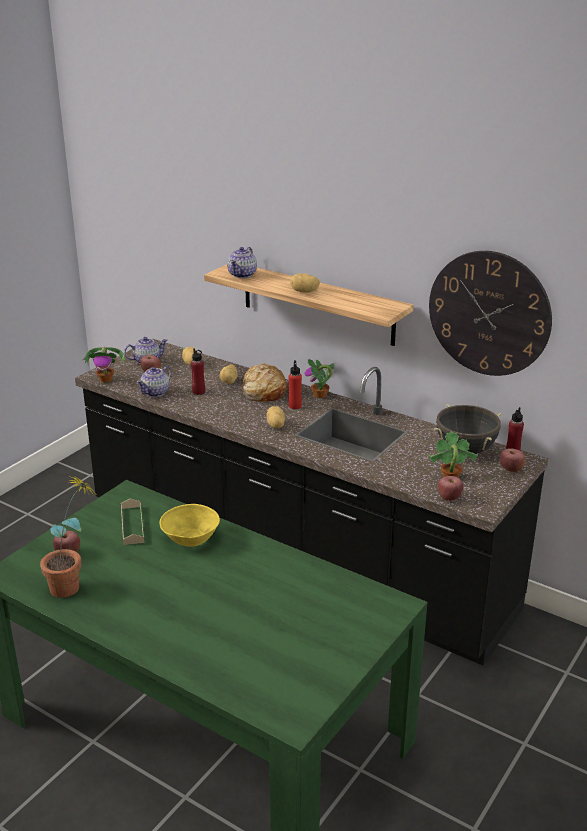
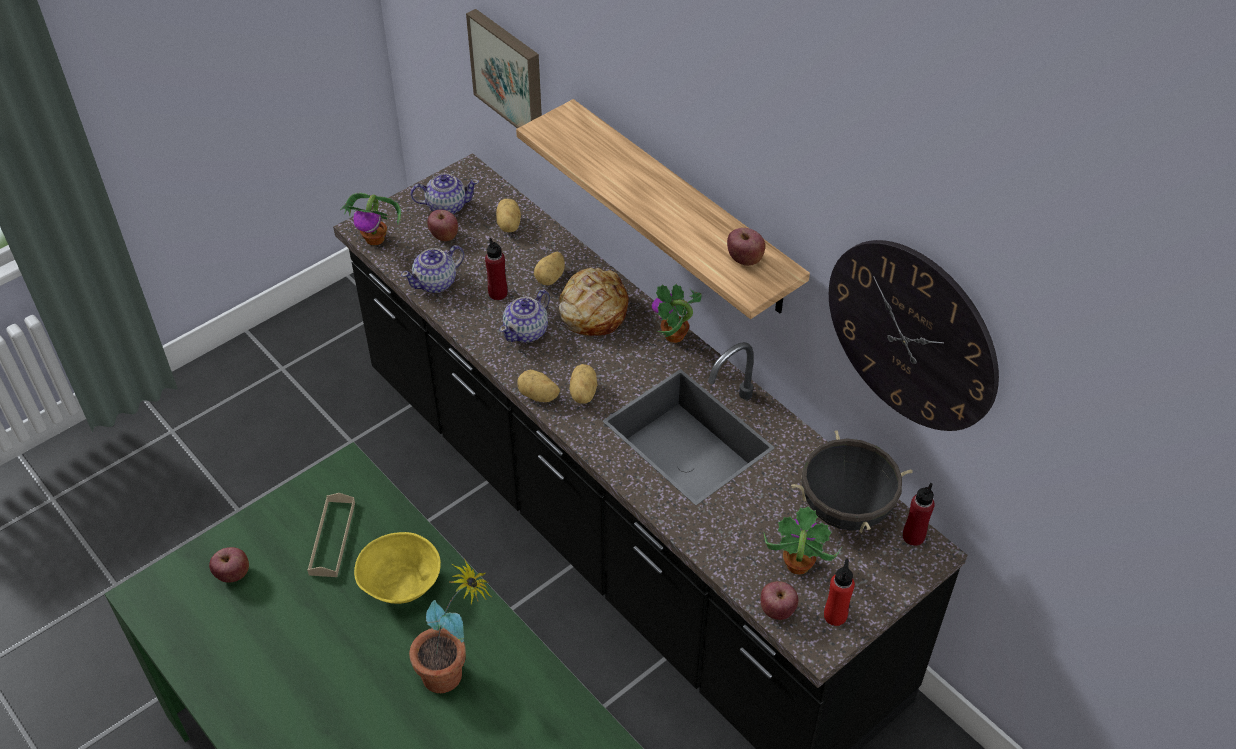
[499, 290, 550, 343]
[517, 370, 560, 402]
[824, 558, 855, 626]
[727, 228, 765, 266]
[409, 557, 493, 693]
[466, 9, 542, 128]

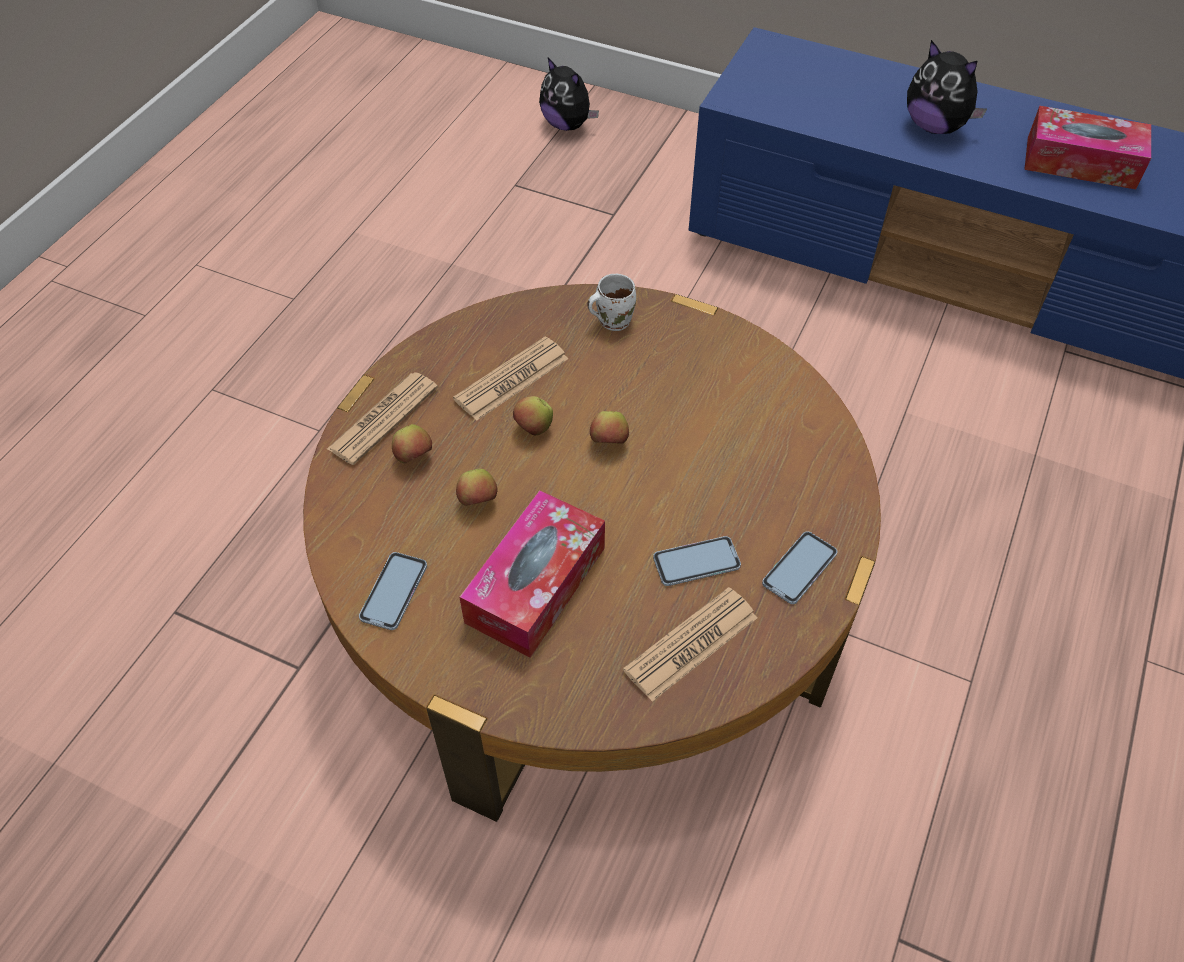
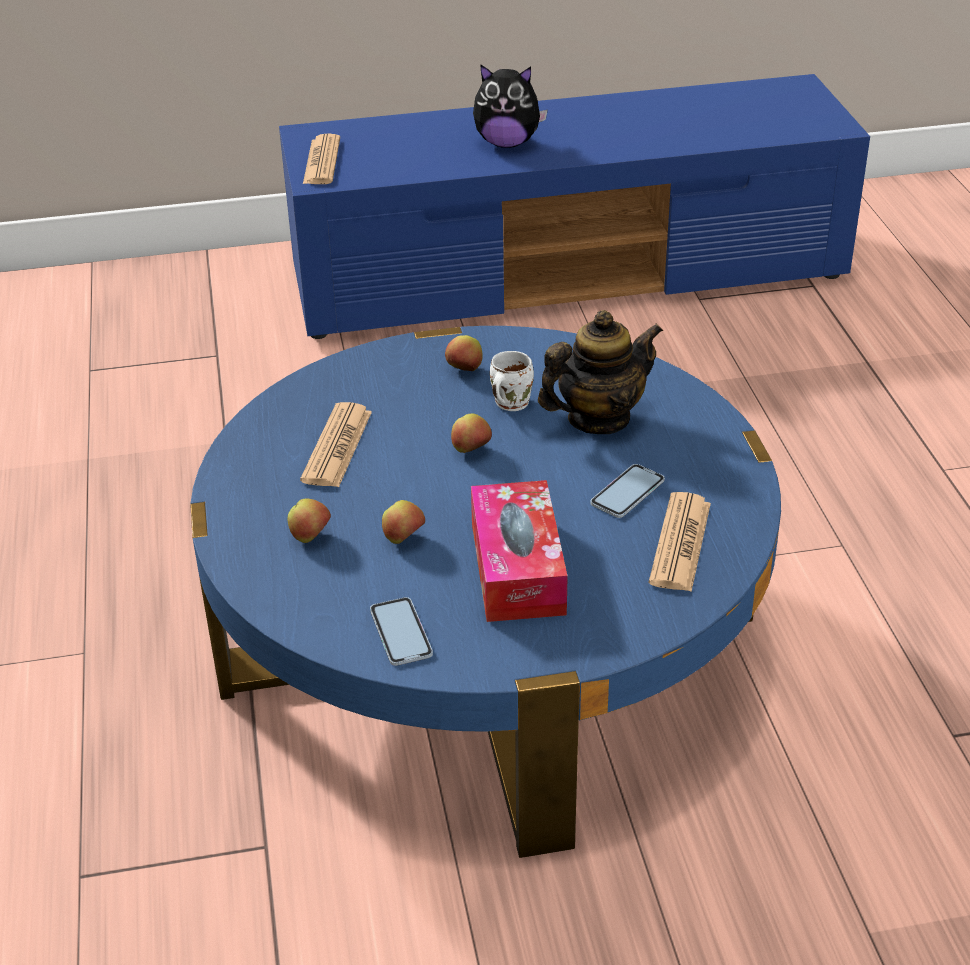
[539, 58, 599, 131] (first image)
[1024, 106, 1151, 189] (first image)
[490, 351, 534, 411]
[190, 326, 781, 858]
[303, 133, 340, 184]
[445, 335, 483, 371]
[762, 531, 837, 604] (first image)
[538, 310, 663, 434]

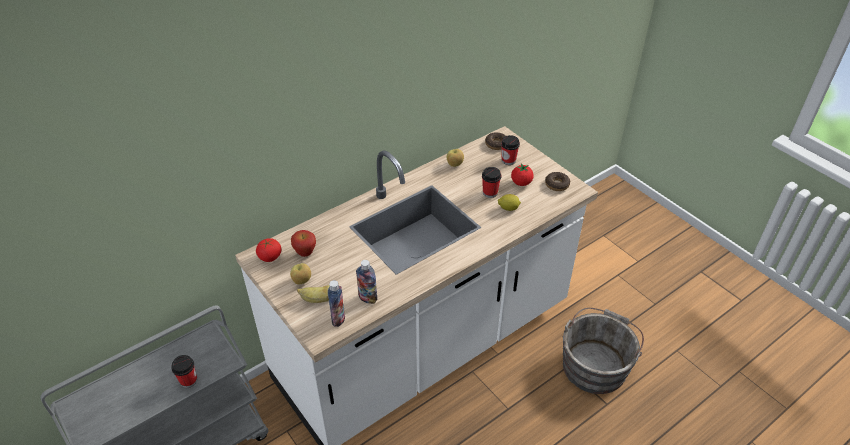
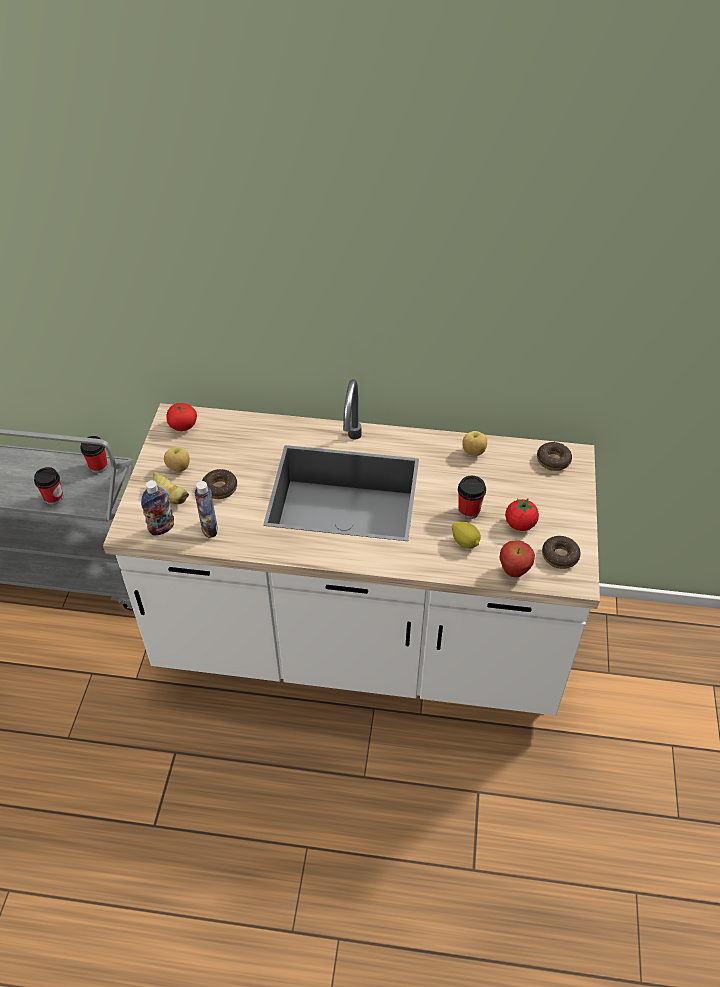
[80, 436, 108, 473]
[500, 540, 535, 577]
[563, 308, 644, 394] (first image)
[202, 469, 237, 499]

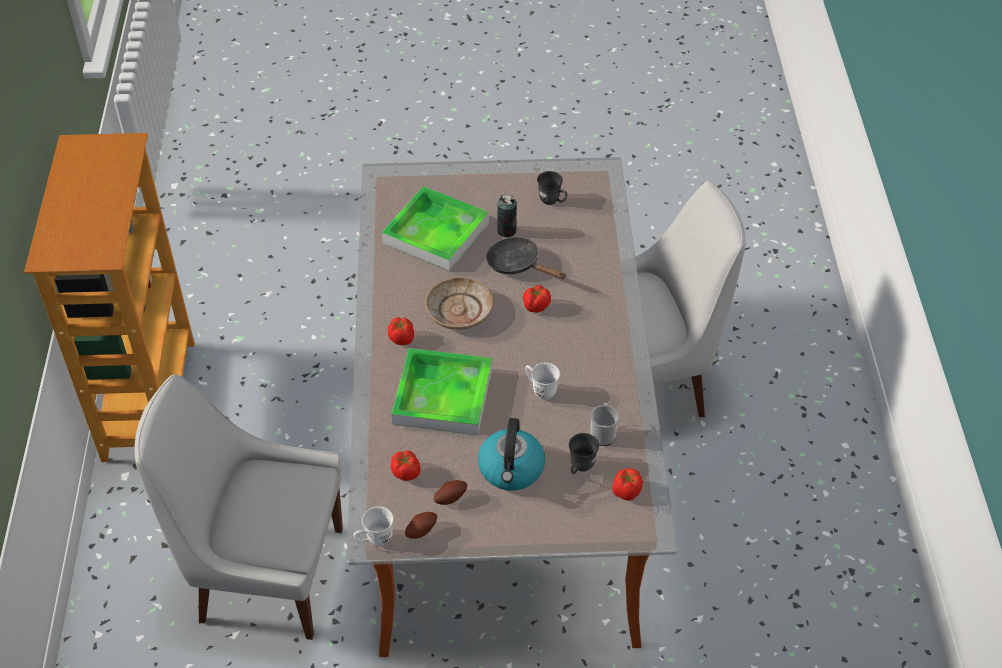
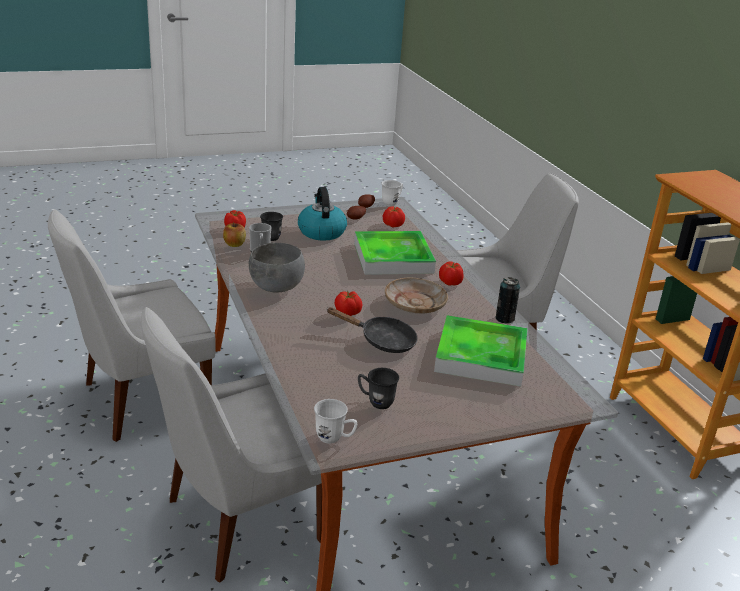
[496, 277, 520, 323]
[314, 399, 358, 444]
[48, 209, 216, 442]
[223, 222, 246, 247]
[249, 243, 305, 293]

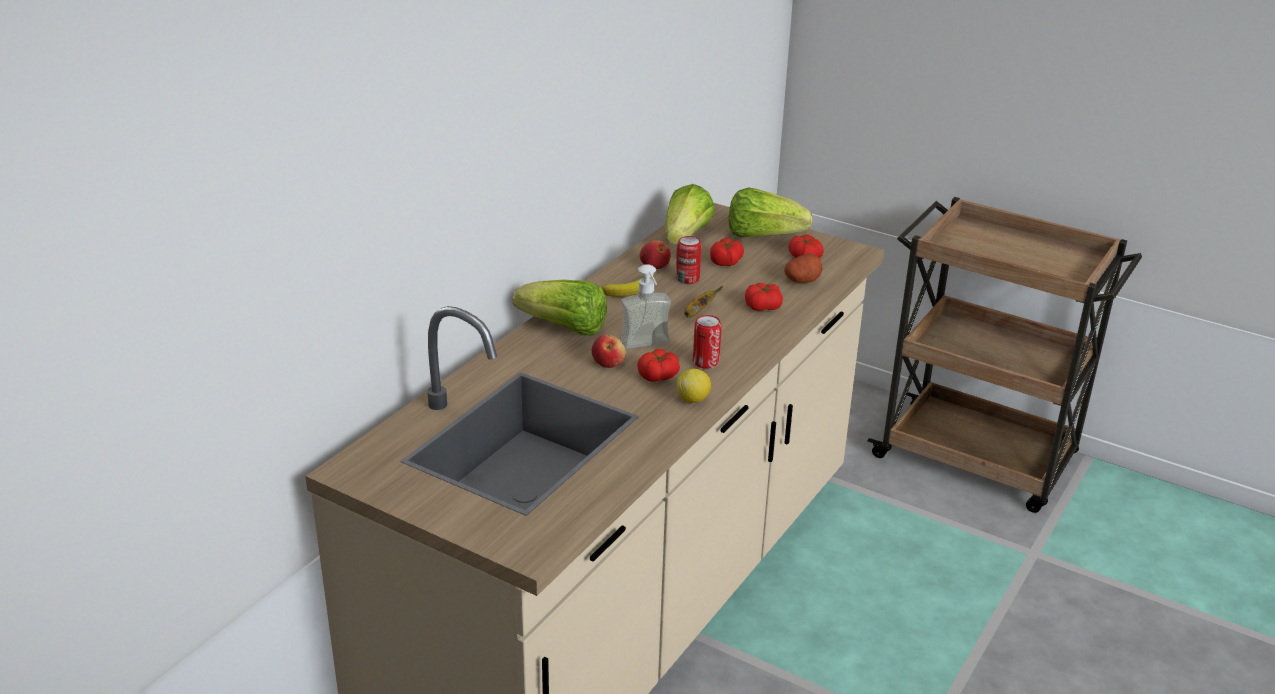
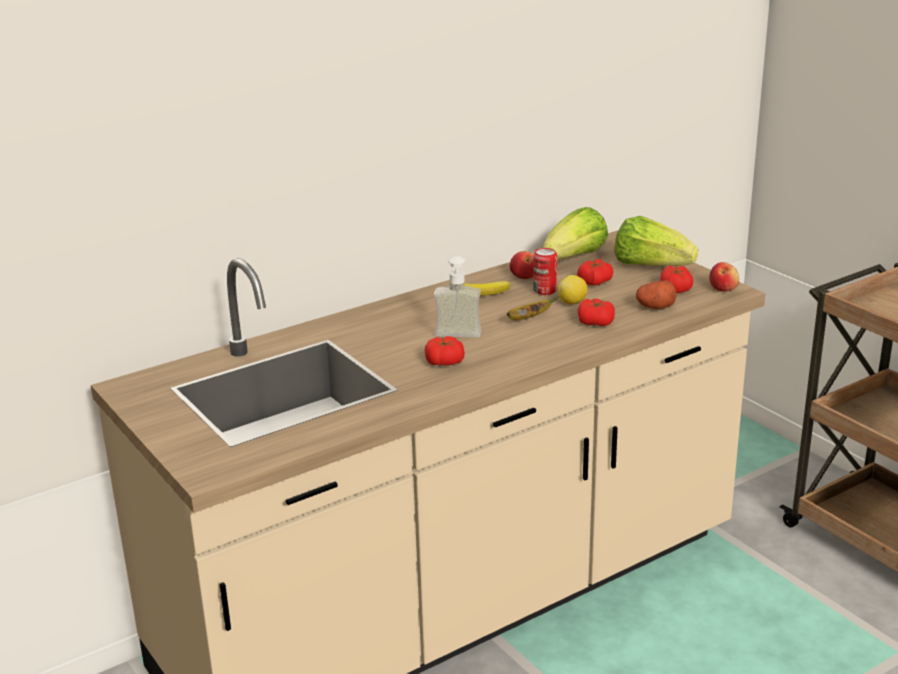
[513, 280, 607, 336] (first image)
[693, 315, 722, 369] (first image)
[709, 262, 739, 292]
[558, 275, 588, 305]

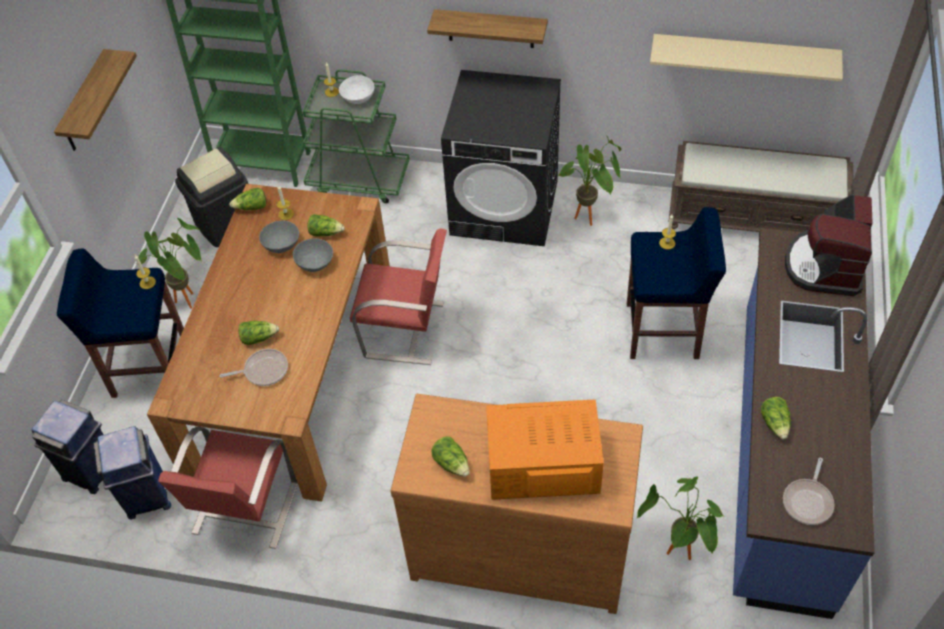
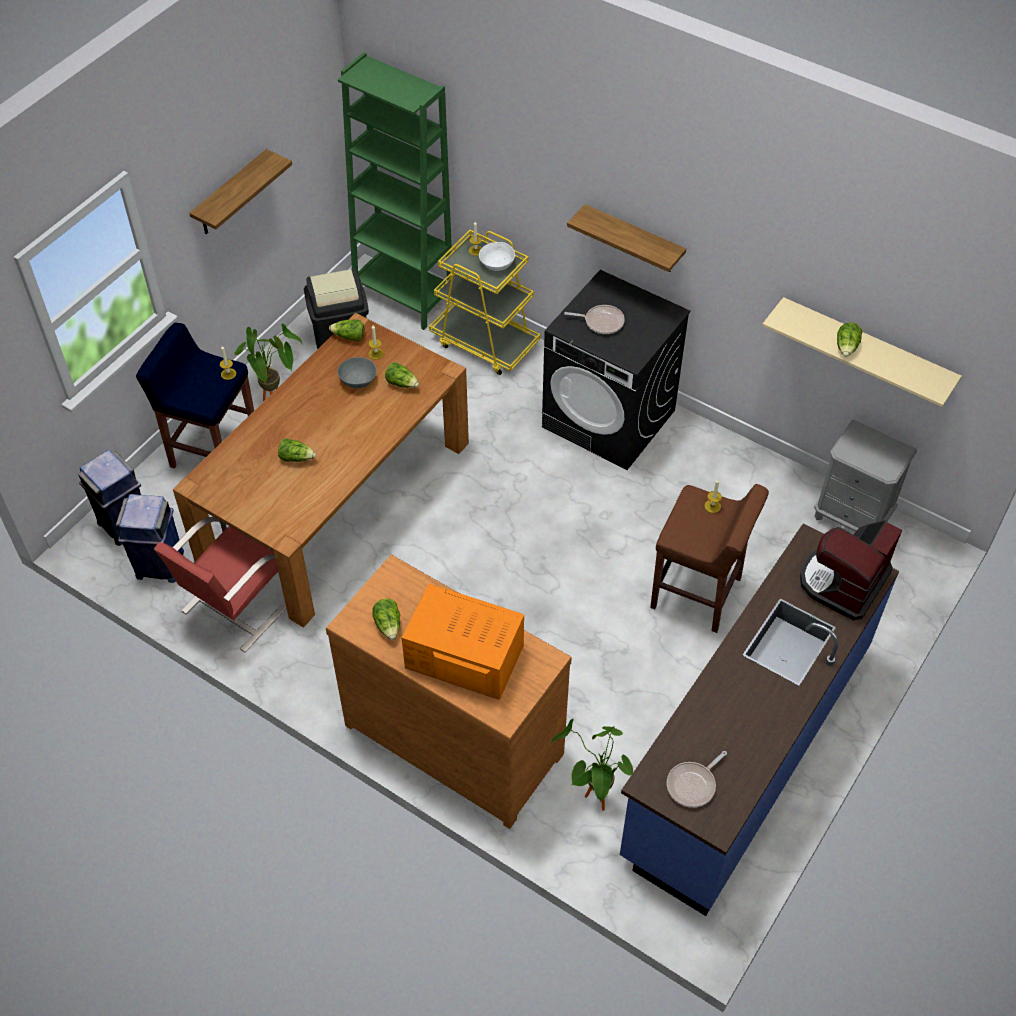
[429, 230, 540, 375]
[558, 135, 621, 226] (first image)
[814, 420, 917, 532]
[650, 484, 769, 633]
[350, 228, 447, 365] (first image)
[293, 238, 333, 272] (first image)
[564, 305, 625, 334]
[837, 322, 862, 357]

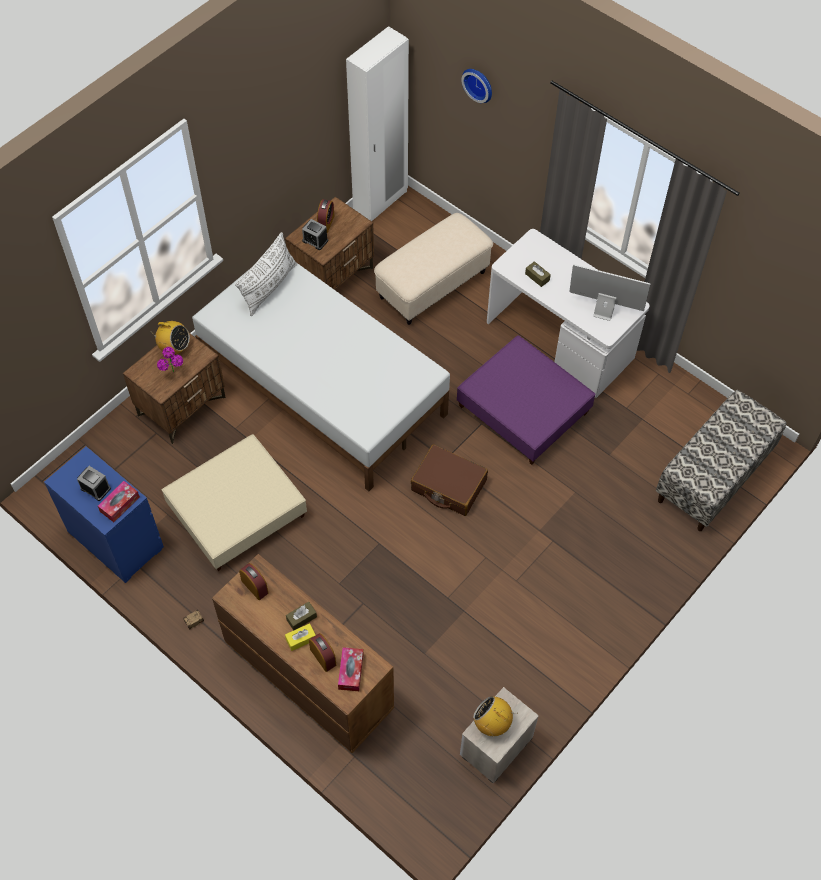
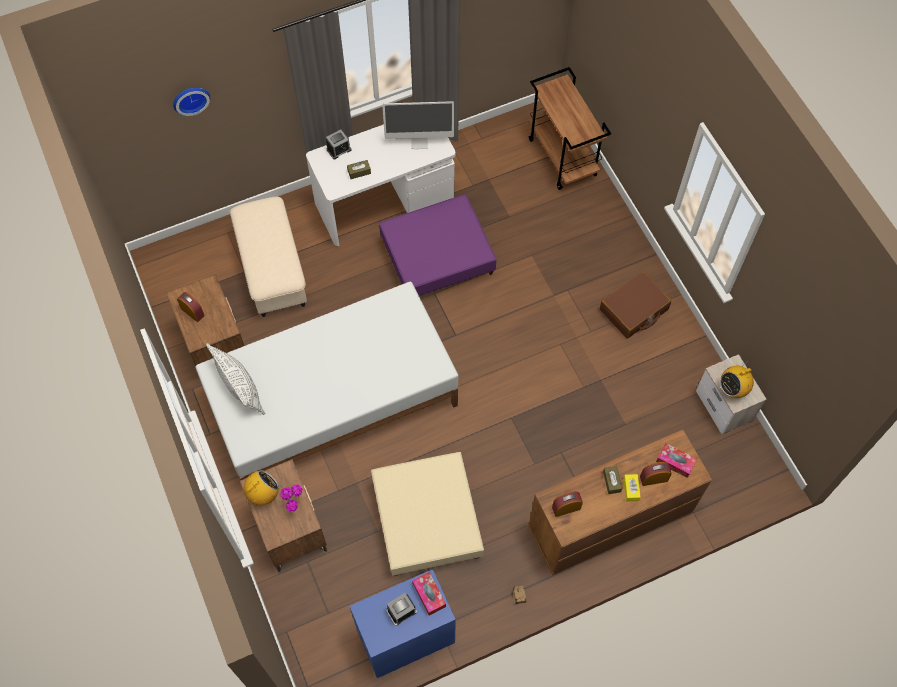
[346, 26, 409, 221] (first image)
[326, 130, 351, 159]
[383, 101, 454, 149]
[529, 67, 611, 190]
[600, 272, 671, 339]

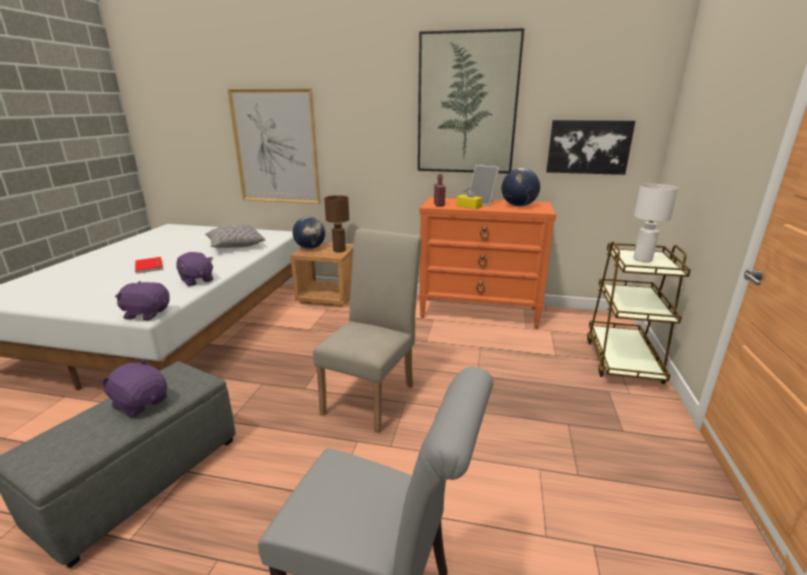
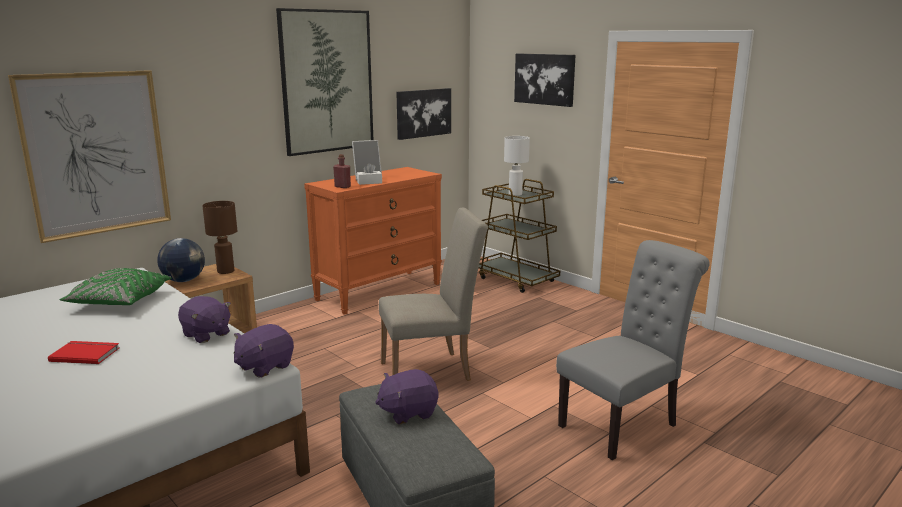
[502, 168, 540, 207] (first image)
[357, 163, 382, 185]
[59, 268, 172, 305]
[379, 208, 488, 381]
[178, 296, 231, 343]
[514, 53, 576, 107]

